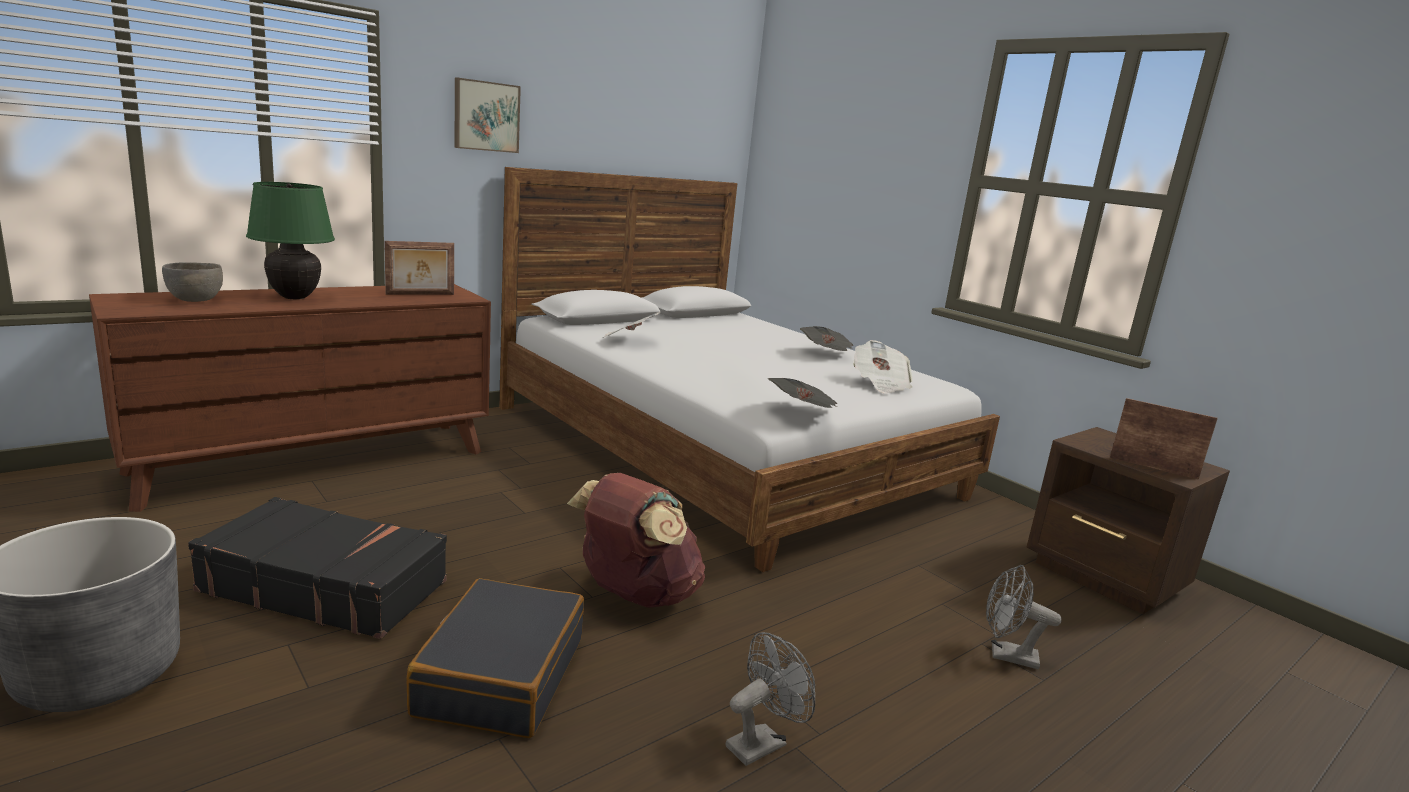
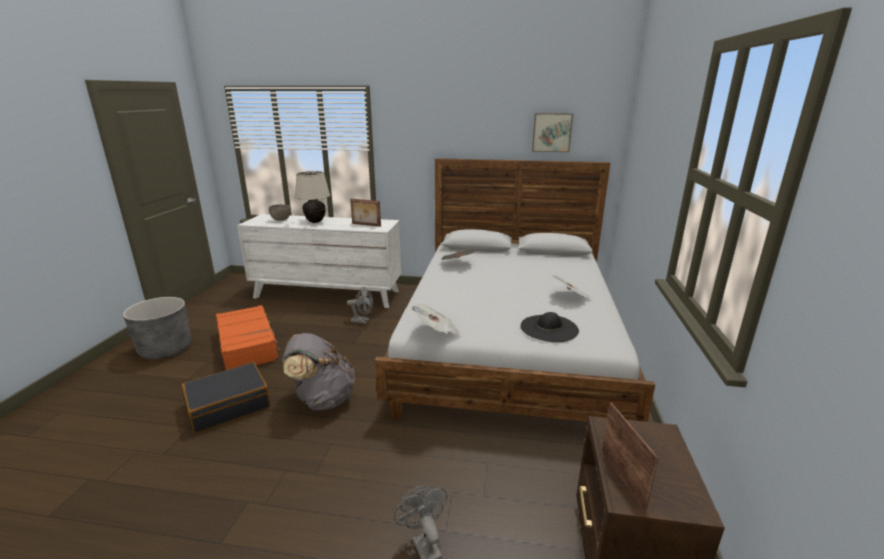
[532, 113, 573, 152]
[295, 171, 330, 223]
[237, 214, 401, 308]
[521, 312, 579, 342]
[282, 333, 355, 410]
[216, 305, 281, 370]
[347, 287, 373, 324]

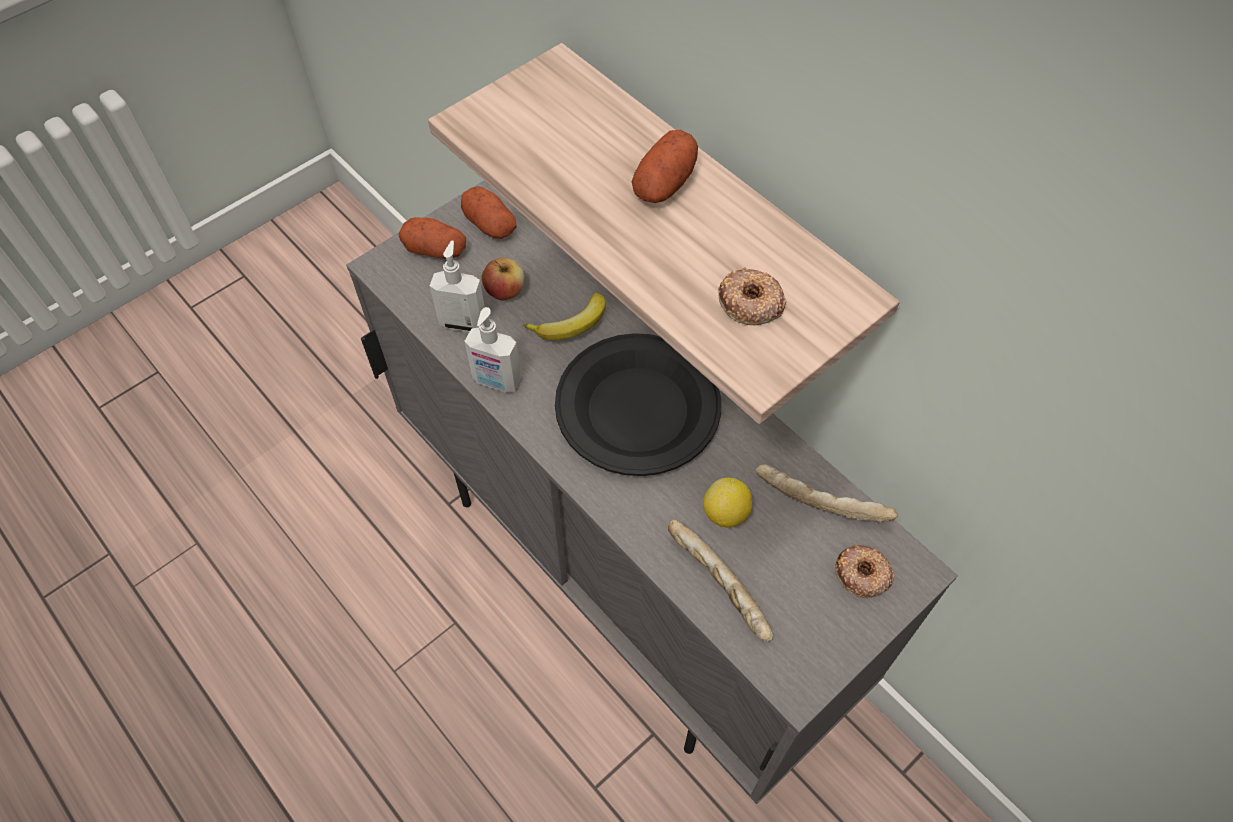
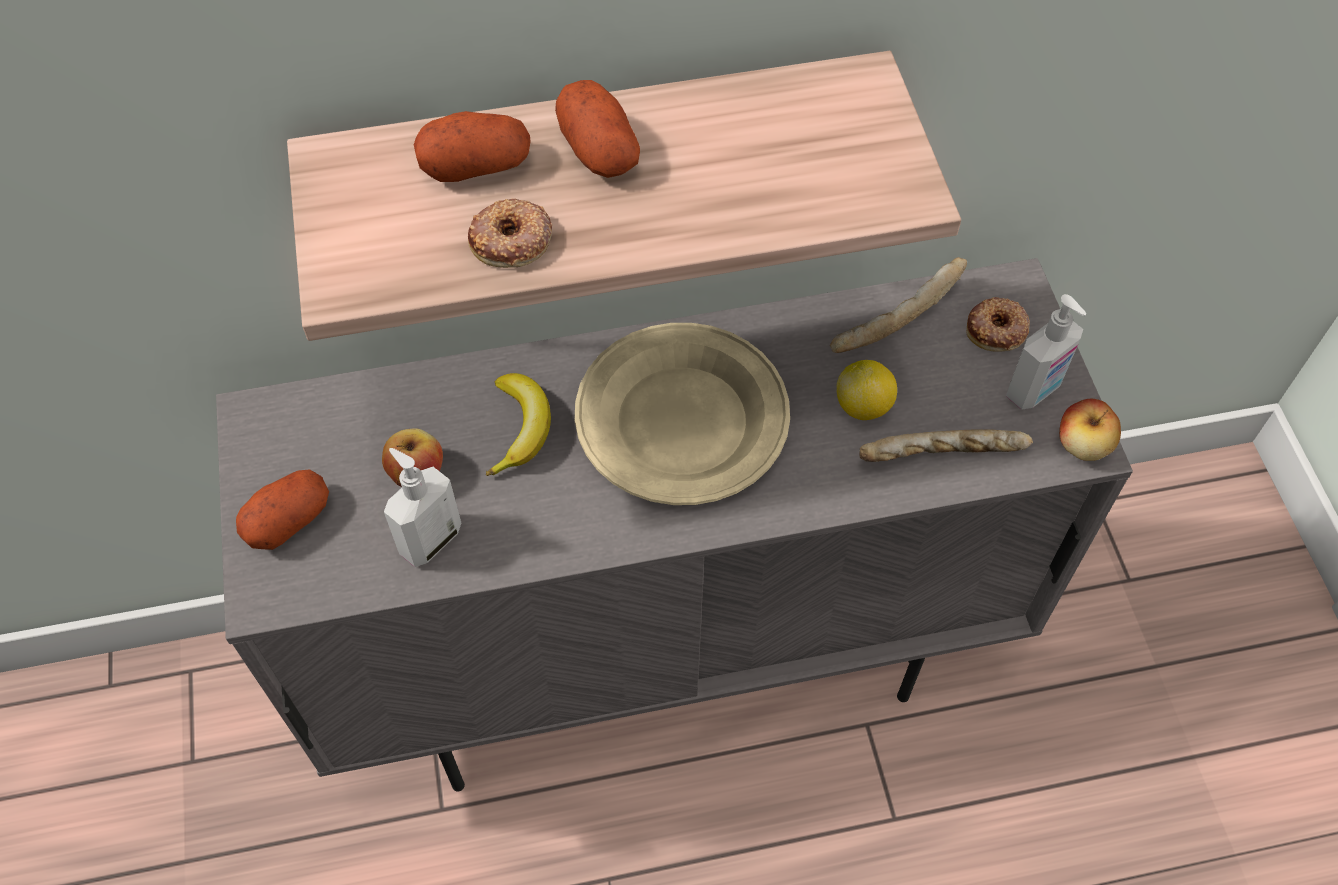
[414, 111, 531, 182]
[468, 198, 552, 268]
[1006, 294, 1086, 410]
[575, 323, 790, 505]
[1059, 399, 1121, 461]

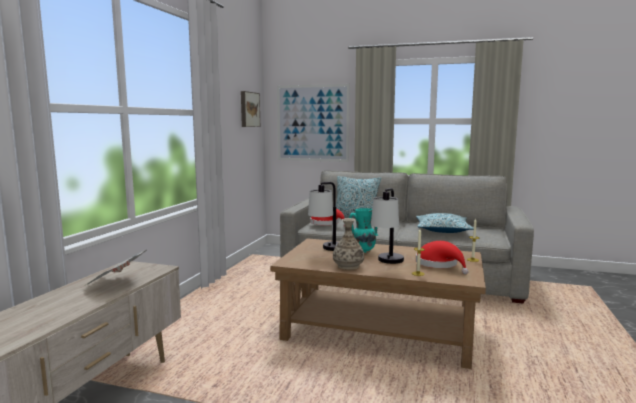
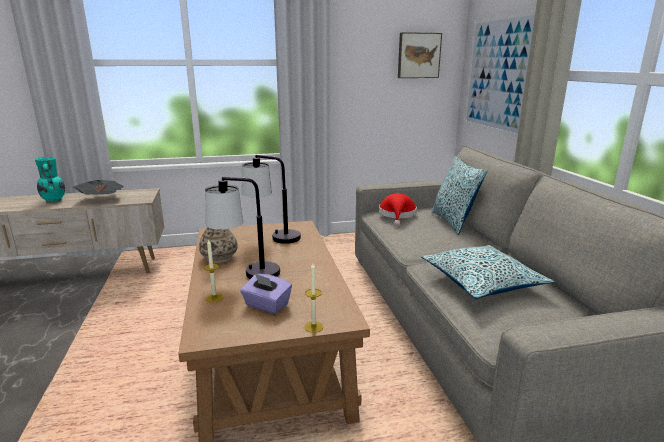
[35, 157, 65, 202]
[240, 274, 292, 314]

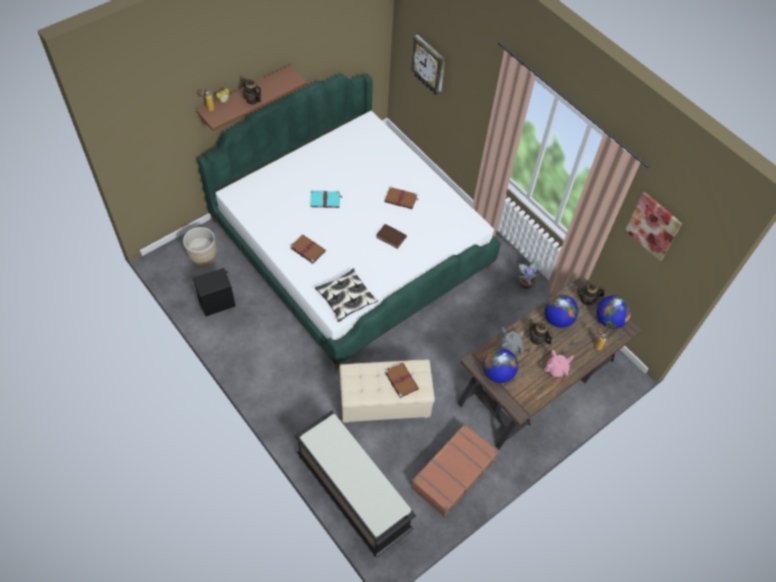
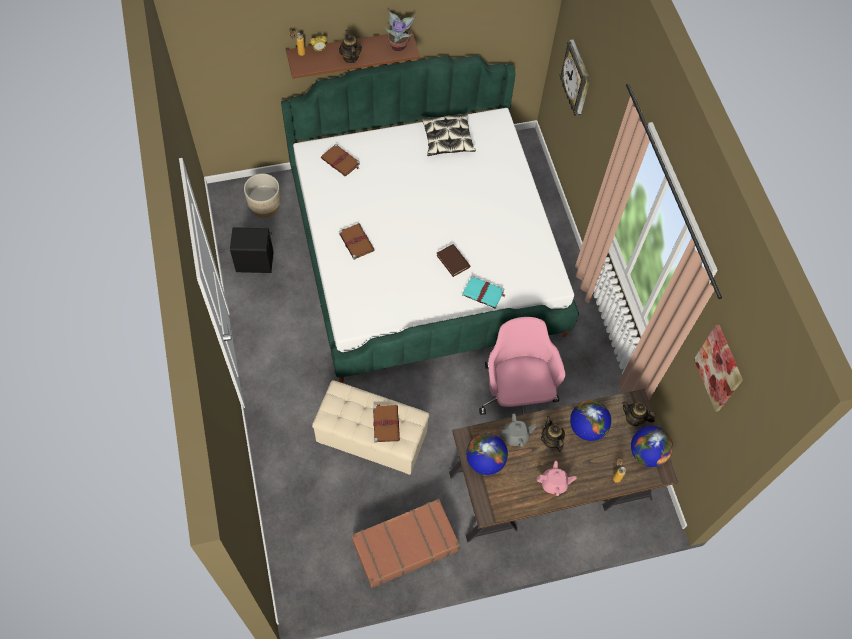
[321, 144, 360, 176]
[462, 275, 505, 308]
[385, 11, 415, 51]
[421, 113, 476, 156]
[499, 413, 537, 447]
[294, 411, 416, 558] (first image)
[479, 317, 565, 415]

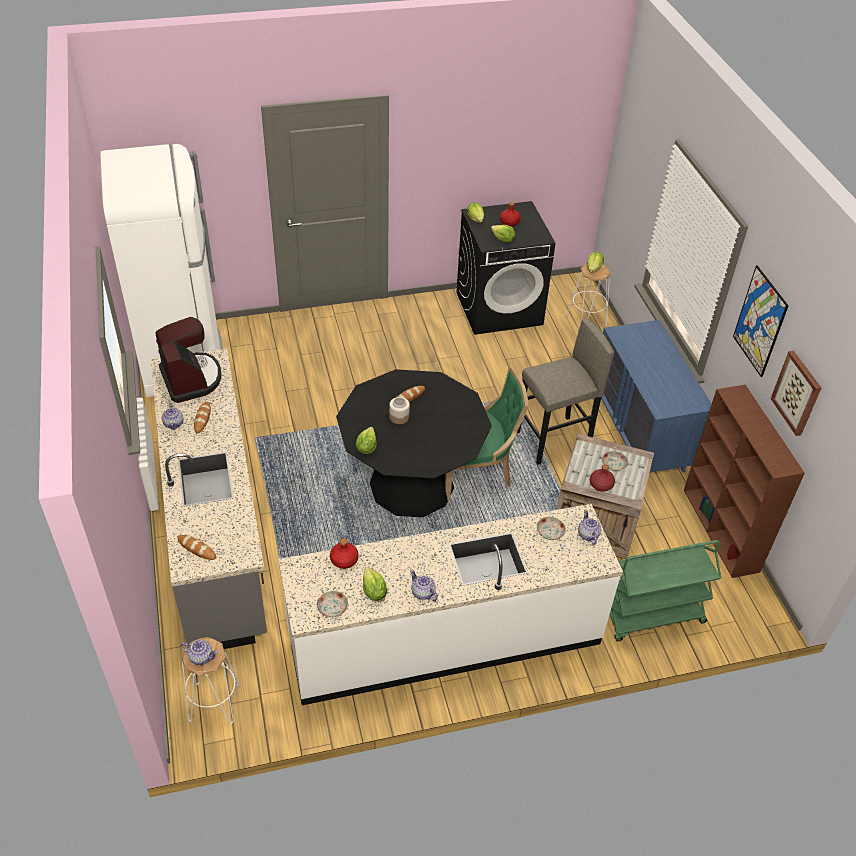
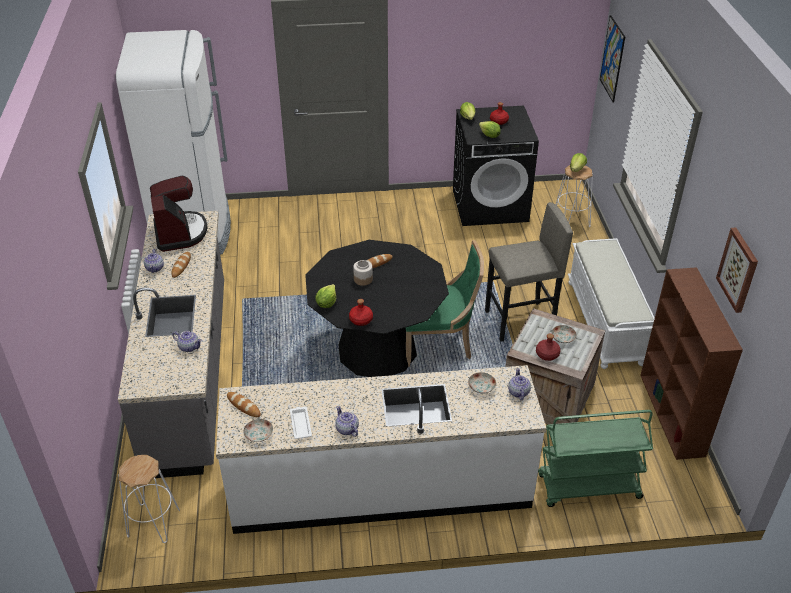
[600, 15, 625, 102]
[568, 238, 655, 369]
[227, 392, 261, 417]
[349, 299, 373, 326]
[290, 407, 312, 439]
[172, 331, 202, 352]

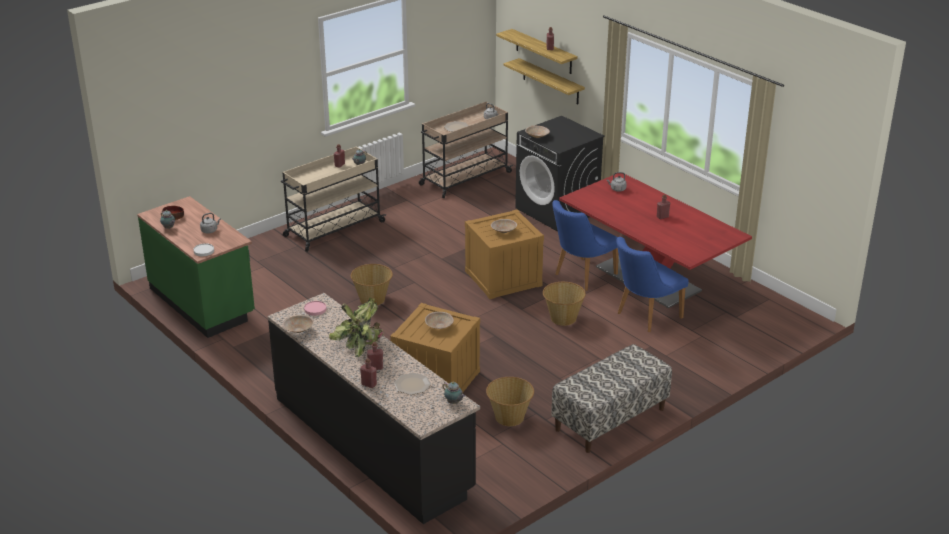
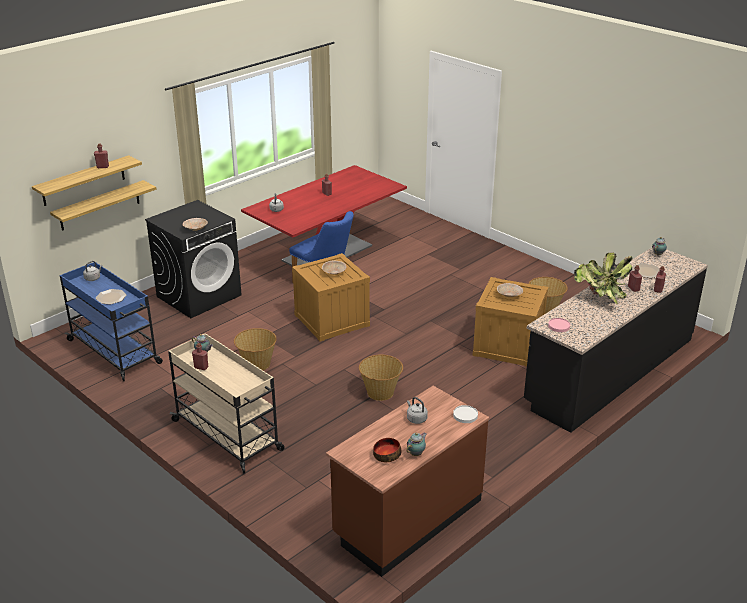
[60, 262, 163, 382]
[326, 386, 489, 577]
[616, 237, 689, 332] (first image)
[234, 328, 277, 370]
[283, 315, 314, 333] (first image)
[551, 344, 672, 453] (first image)

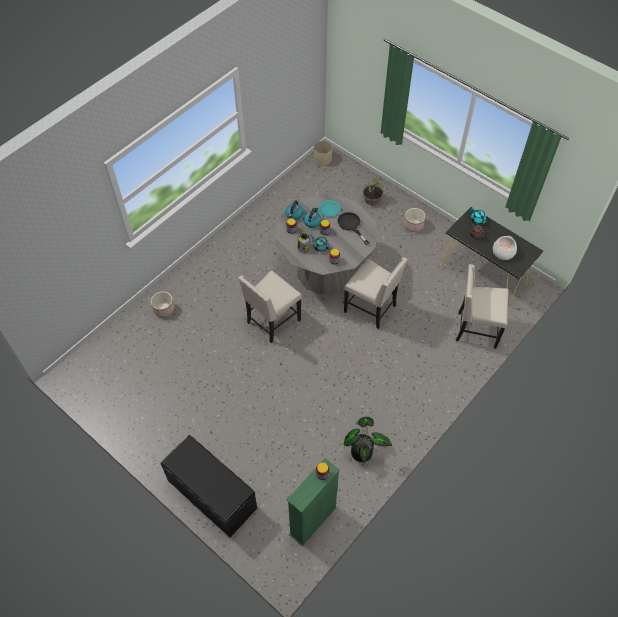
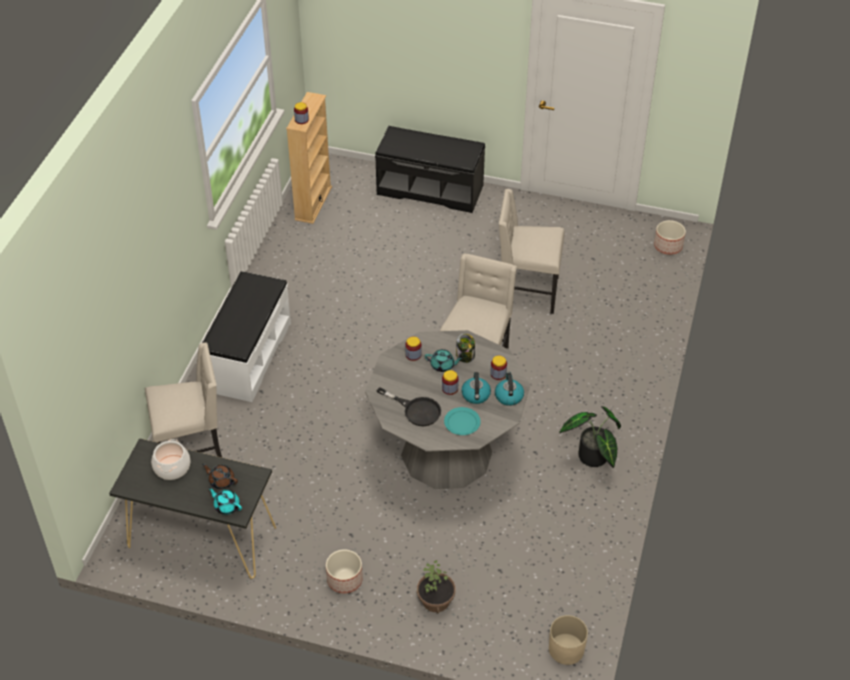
[499, 189, 564, 314]
[654, 220, 686, 255]
[559, 406, 621, 468]
[286, 92, 332, 224]
[202, 271, 291, 402]

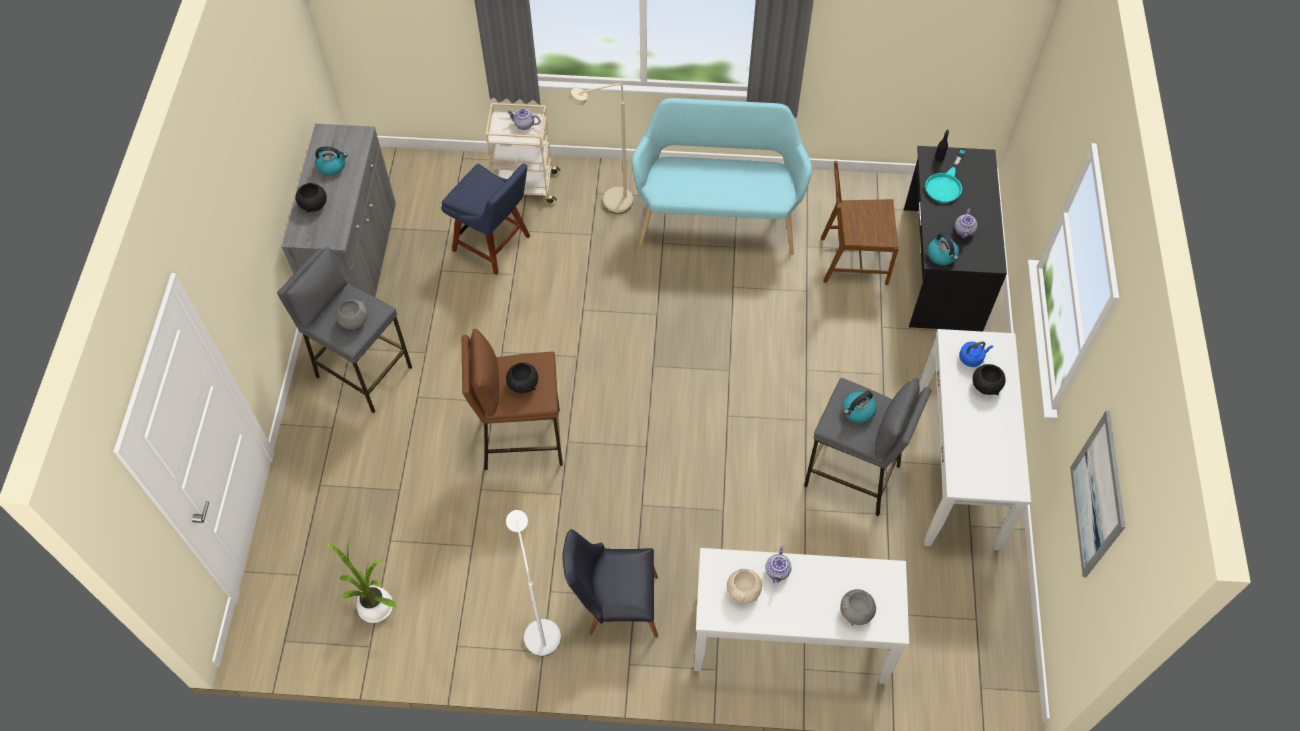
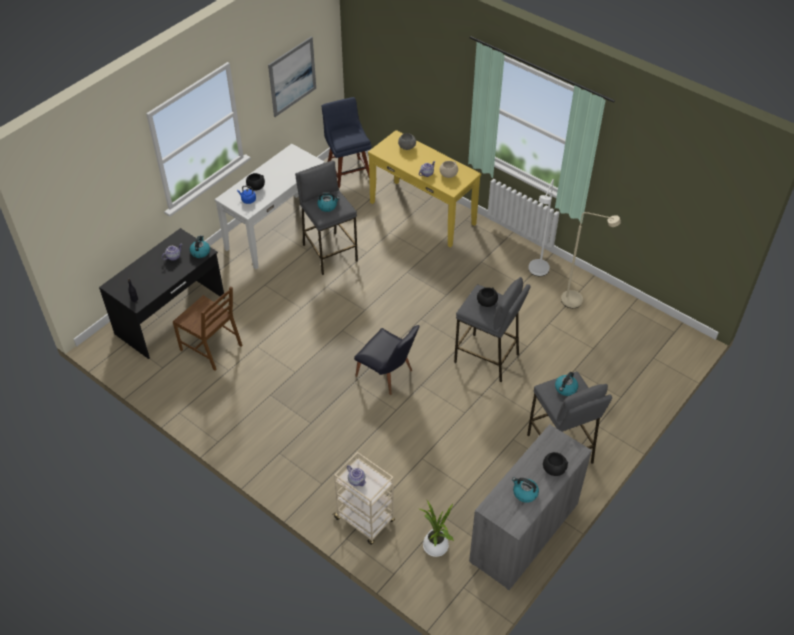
[561, 212, 621, 308]
[632, 98, 812, 255] (first image)
[925, 150, 965, 203] (first image)
[322, 97, 372, 188]
[555, 372, 578, 396]
[454, 277, 531, 382]
[354, 325, 420, 395]
[419, 500, 454, 557]
[368, 130, 481, 248]

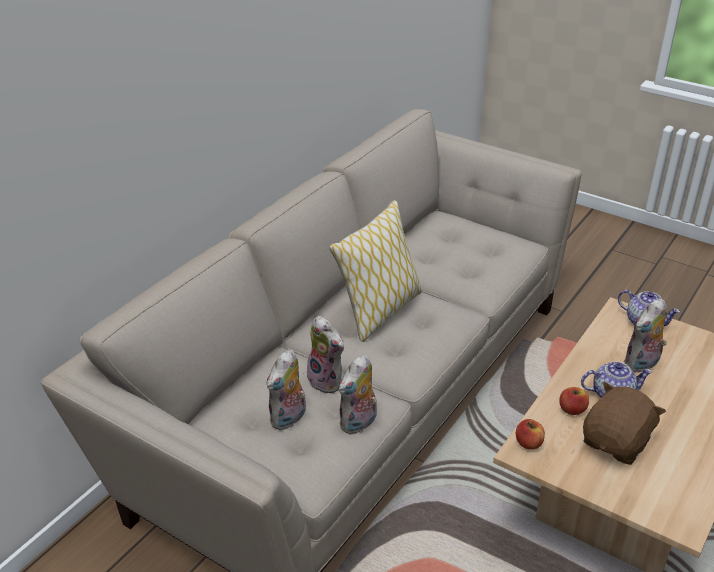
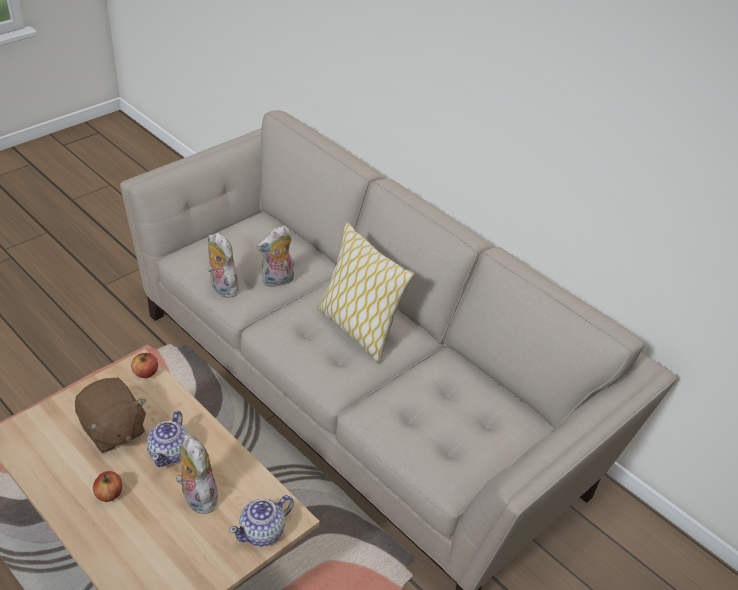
[267, 350, 306, 430] (first image)
[93, 471, 122, 502]

